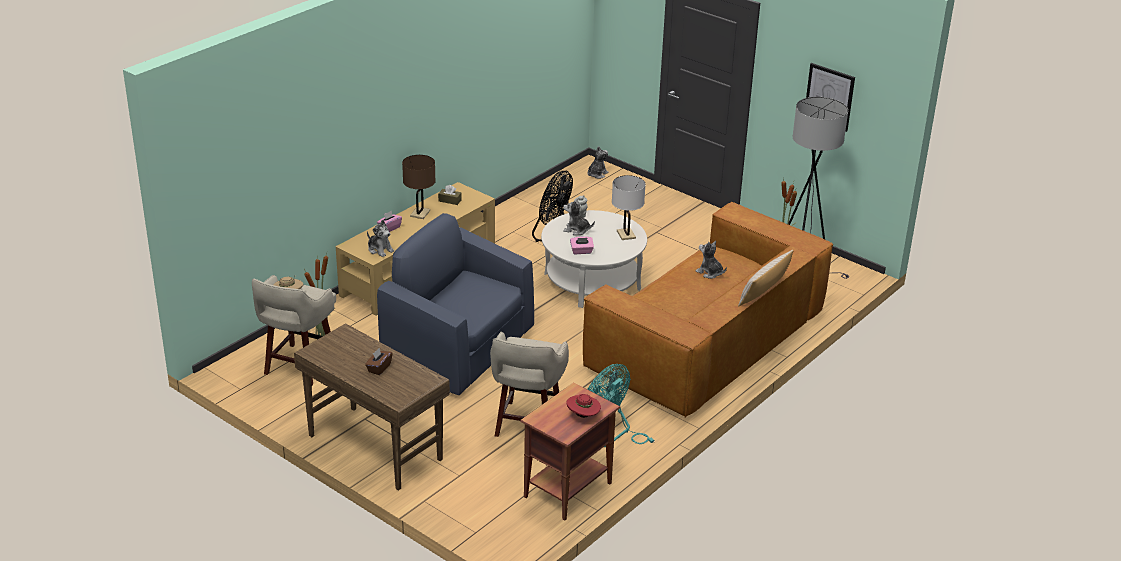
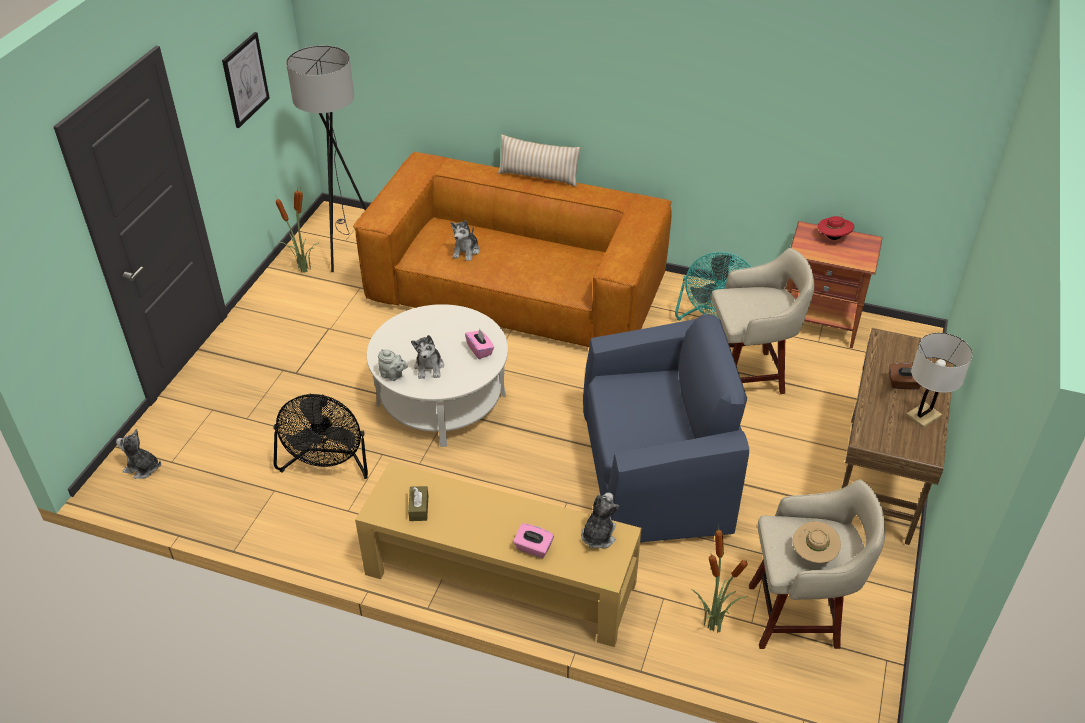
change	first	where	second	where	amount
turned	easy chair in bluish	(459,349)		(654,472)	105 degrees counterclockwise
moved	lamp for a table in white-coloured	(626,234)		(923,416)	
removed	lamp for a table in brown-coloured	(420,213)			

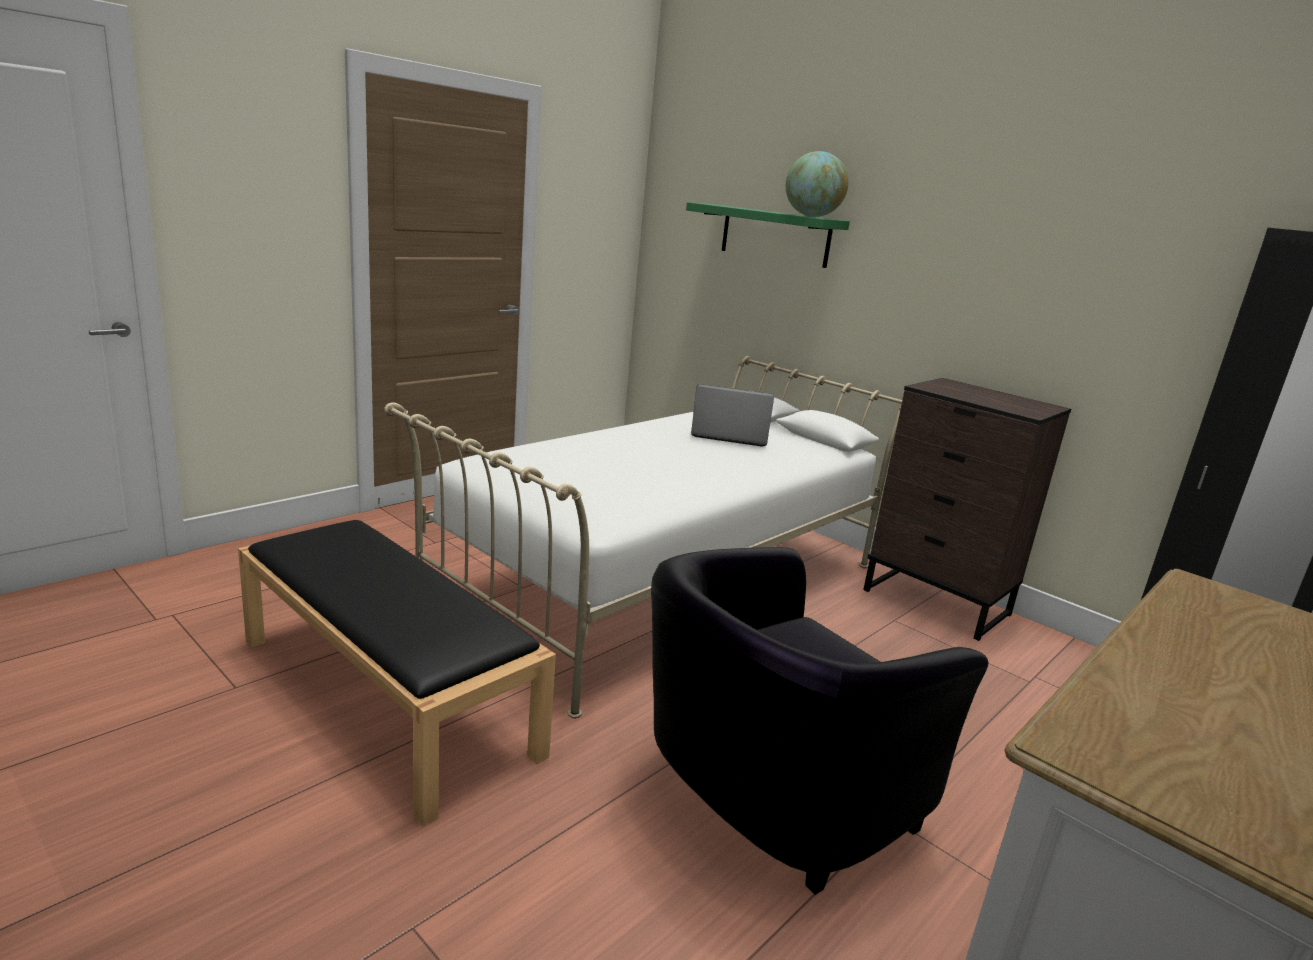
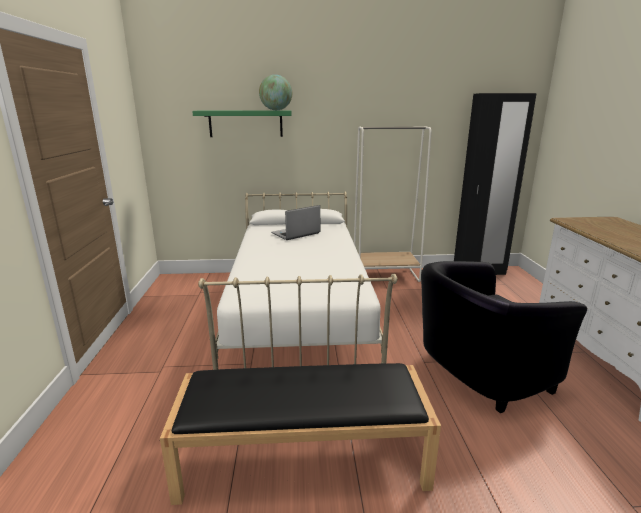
change	first	where	second	where	amount
replaced	chest of drawers in brown-coloured	(937,602)	garment rack	(385,276)	
turned	easy chair in black-coloured	(767,800)		(477,376)	60 degrees clockwise

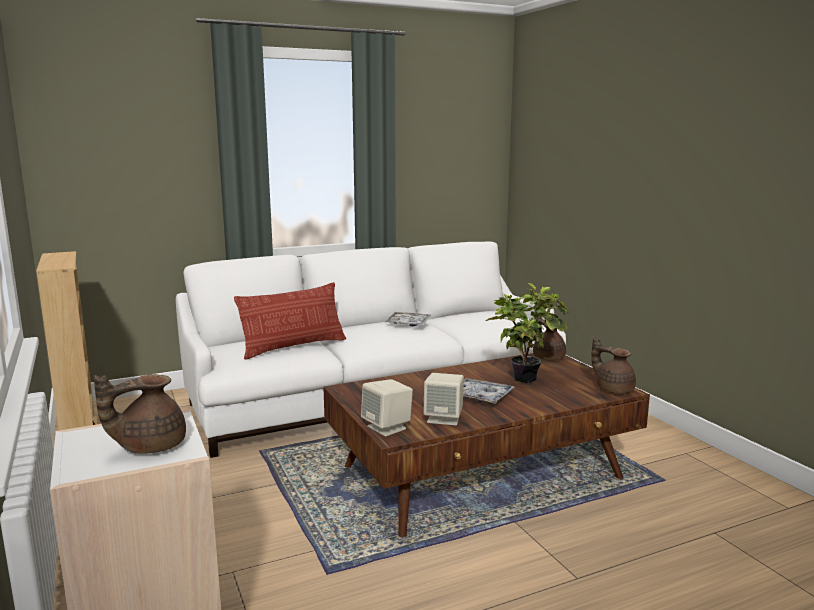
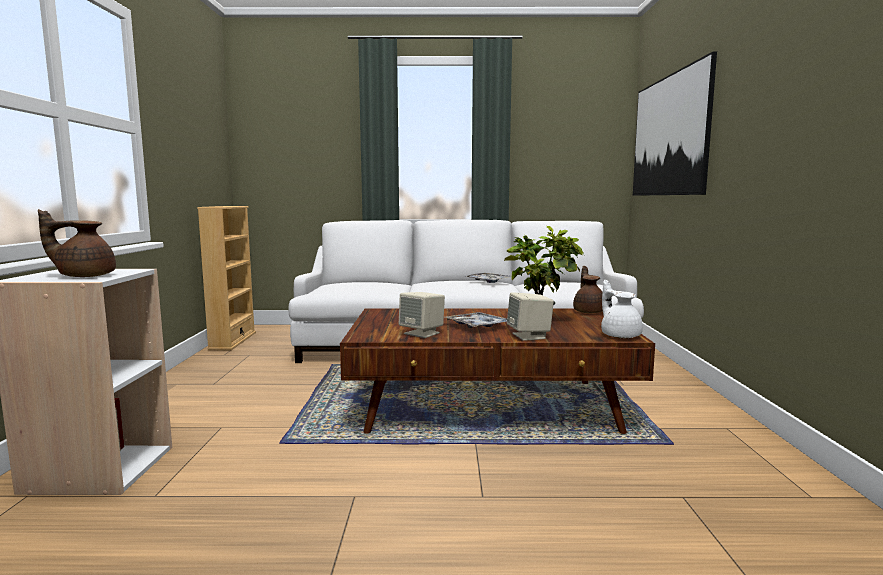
change	first	where	second	where	amount
moved	speaker in sand-coloured	(387,427)		(529,336)	
recoloured	tea pot in brown-coloured	(613,389)	tea pot in white-coloured	(619,335)	
added			wall picture	(669,136)	
removed	cushion	(293,347)			

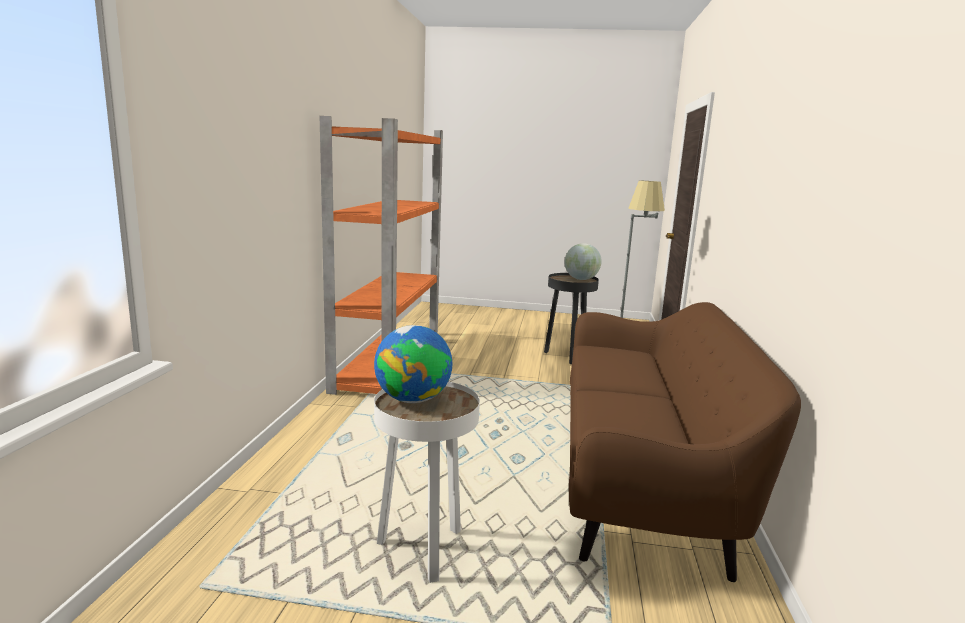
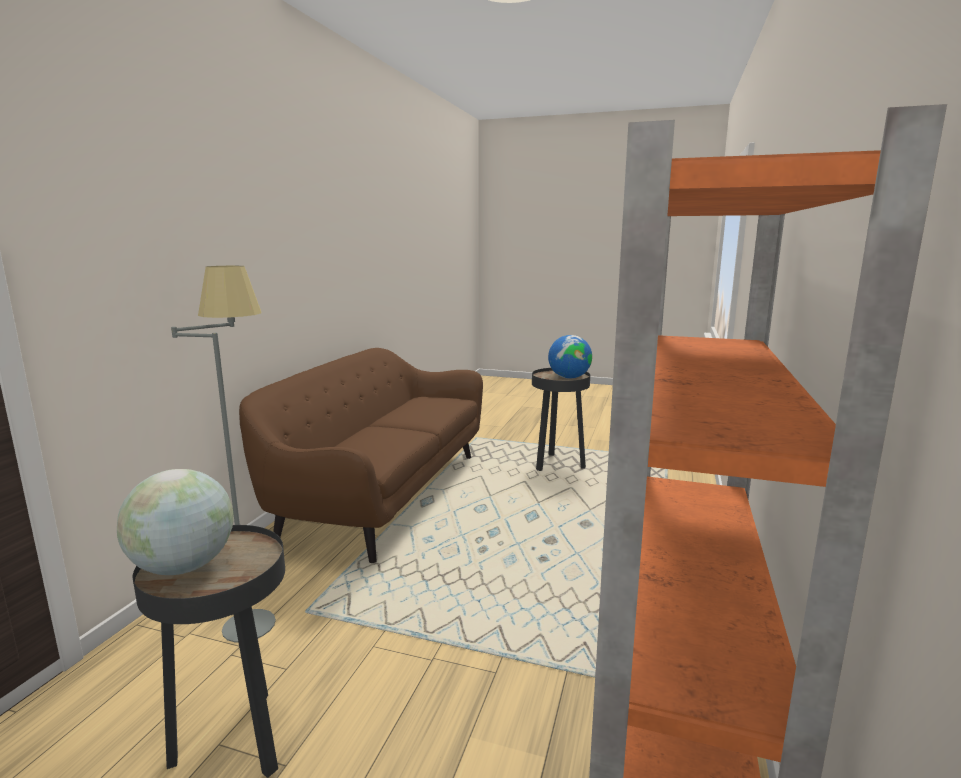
change	first	where	second	where	amount
recoloured	end table in white-coloured	(424,551)	end table in black-coloured	(557,464)	

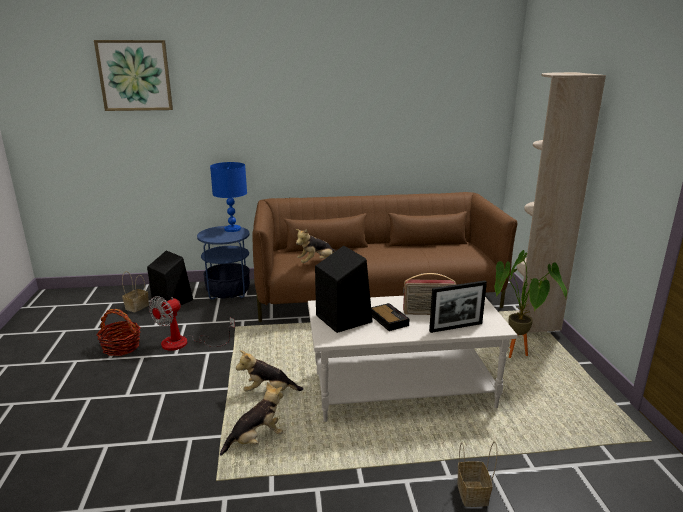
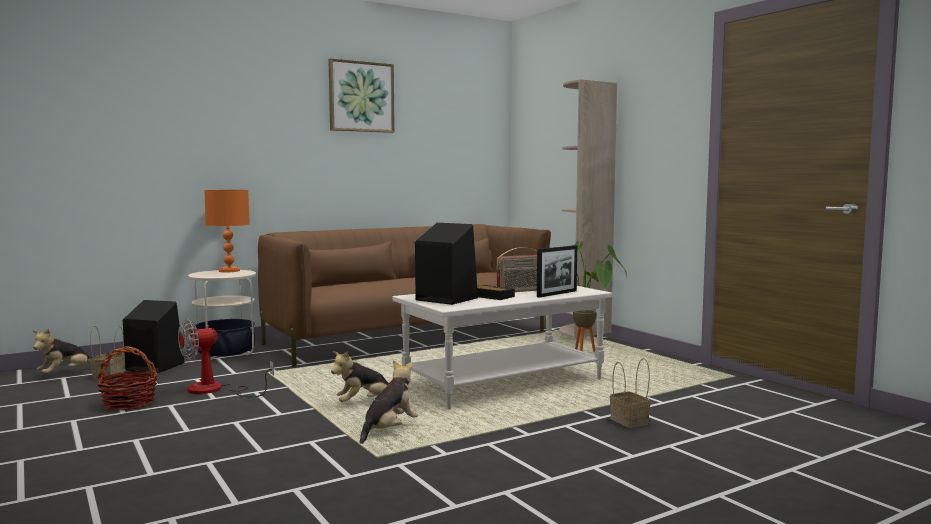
change	first	where	second	where	amount
moved	soft toy	(316,262)		(65,374)	
turned	electric fan	(184,343)		(215,390)	45 degrees clockwise
recoloured	end table in bluish	(228,292)	end table in sand-coloured	(225,353)	
recoloured	lamp for a table in bluish	(233,229)	lamp for a table in orange-coloured	(230,271)	
moved	wall picture	(135,75)		(361,97)	

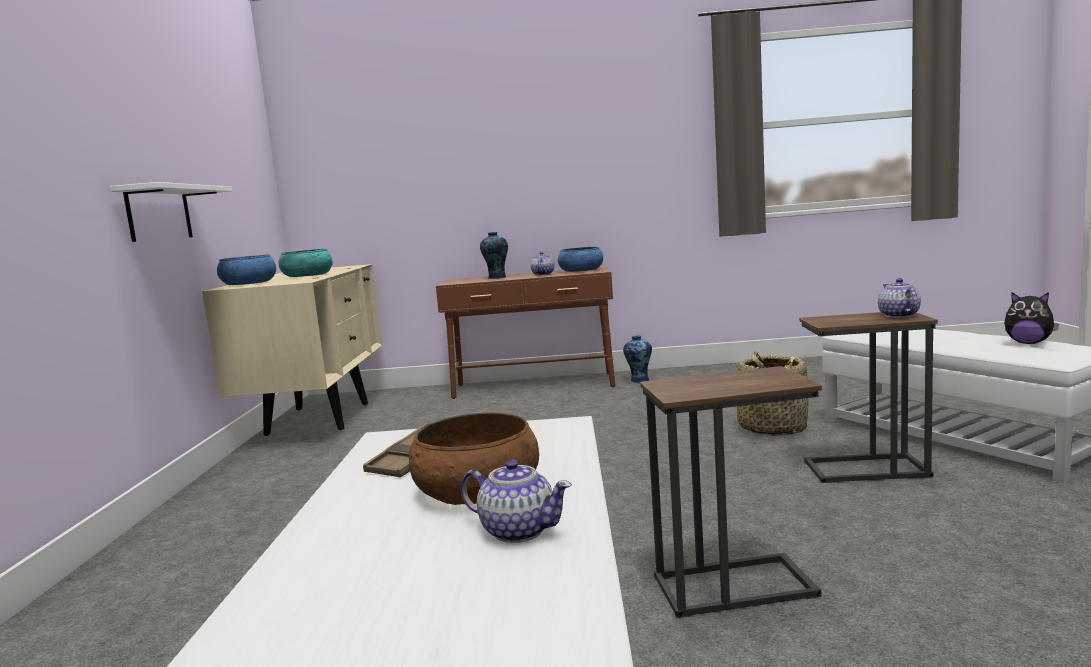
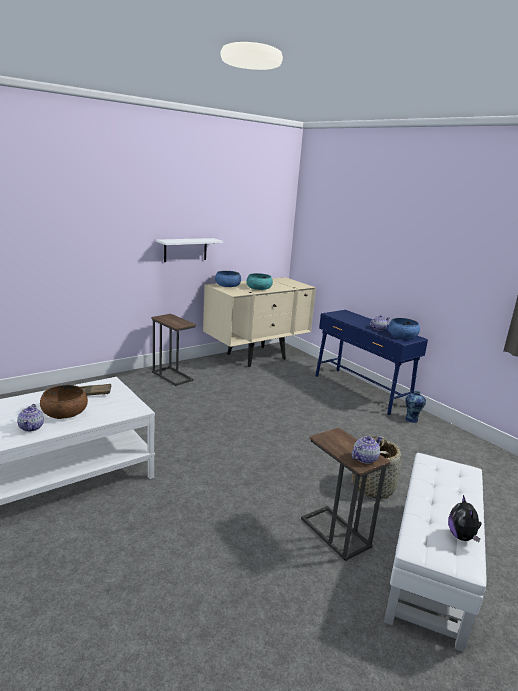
change	first	where	second	where	amount
moved	end table in brown-coloured	(733,587)		(172,376)	
recoloured	console table in brown-coloured	(534,386)	console table in bluish	(360,391)	
removed	decorative vase	(496,277)			

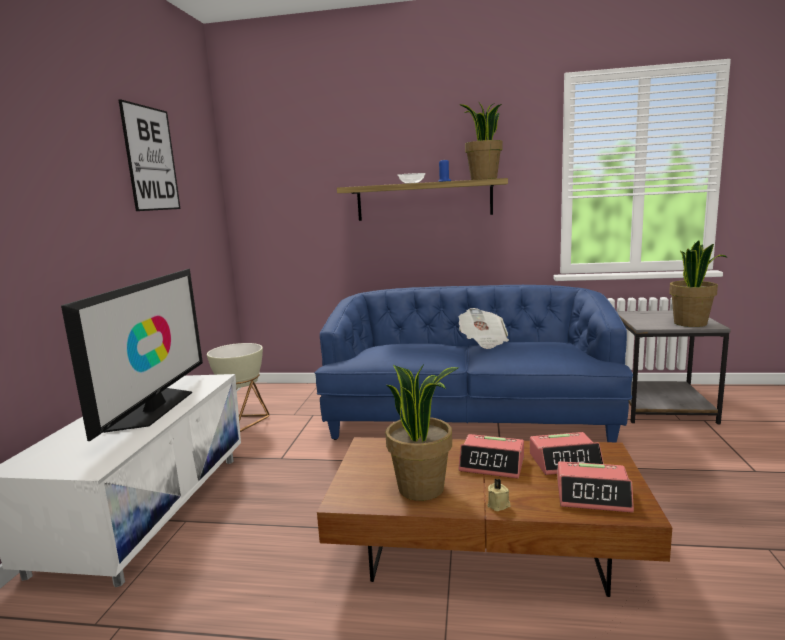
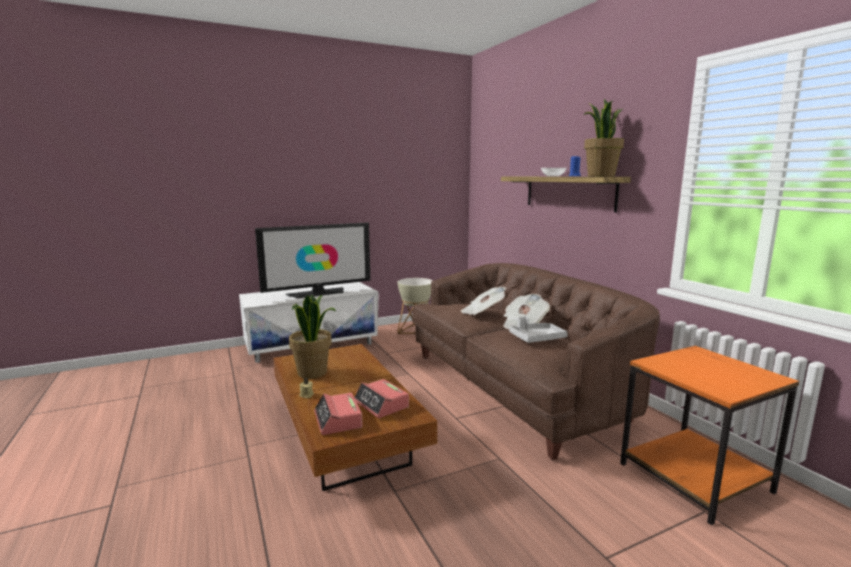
change	first	where	second	where	amount
recoloured	couch in bluish	(468,418)	couch in brown-coloured	(515,388)	
added			newspaper	(482,312)	
added			serving tray in gray	(537,339)	
recoloured	end table in gray	(662,407)	end table in orange-coloured	(696,477)	
removed	wall picture	(151,159)			
removed	table clock	(492,464)			
removed	houseplant	(691,323)			

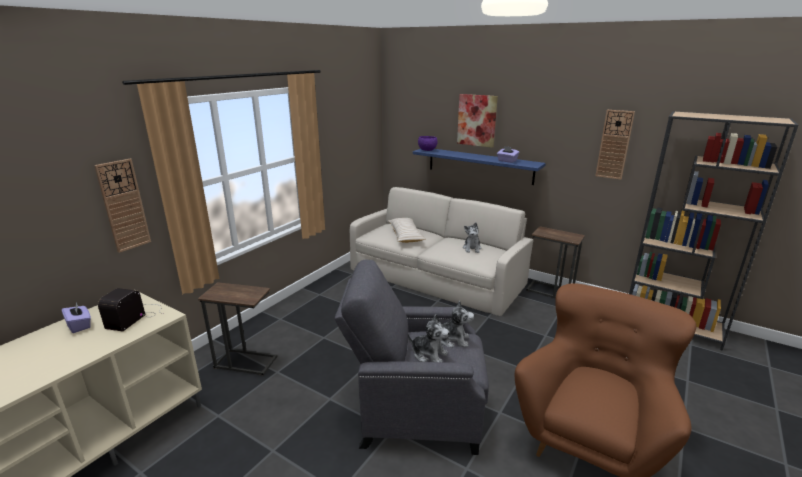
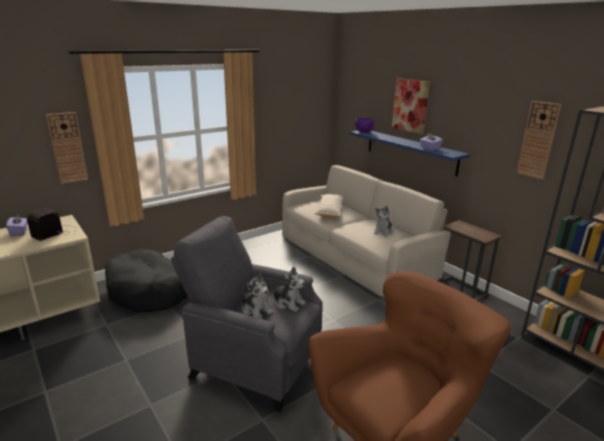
change	first	where	second	where	amount
replaced	end table in brown-coloured	(245,362)	dog cushion in black-coloured	(150,291)	

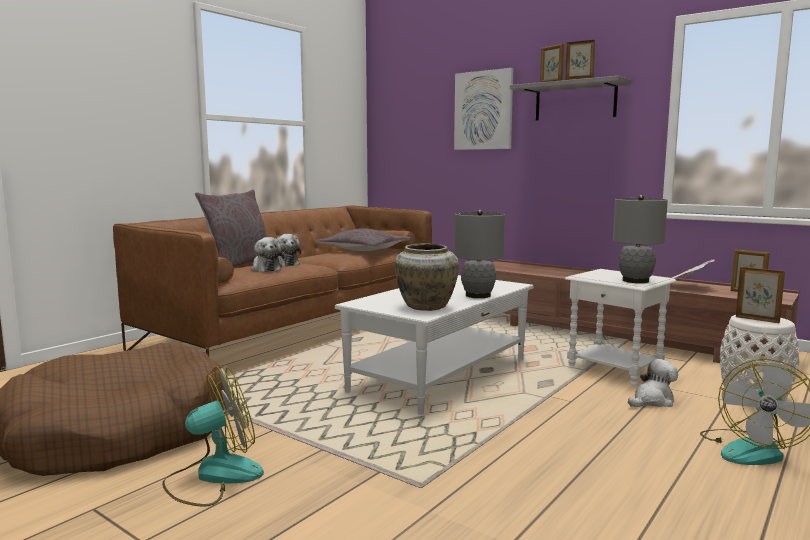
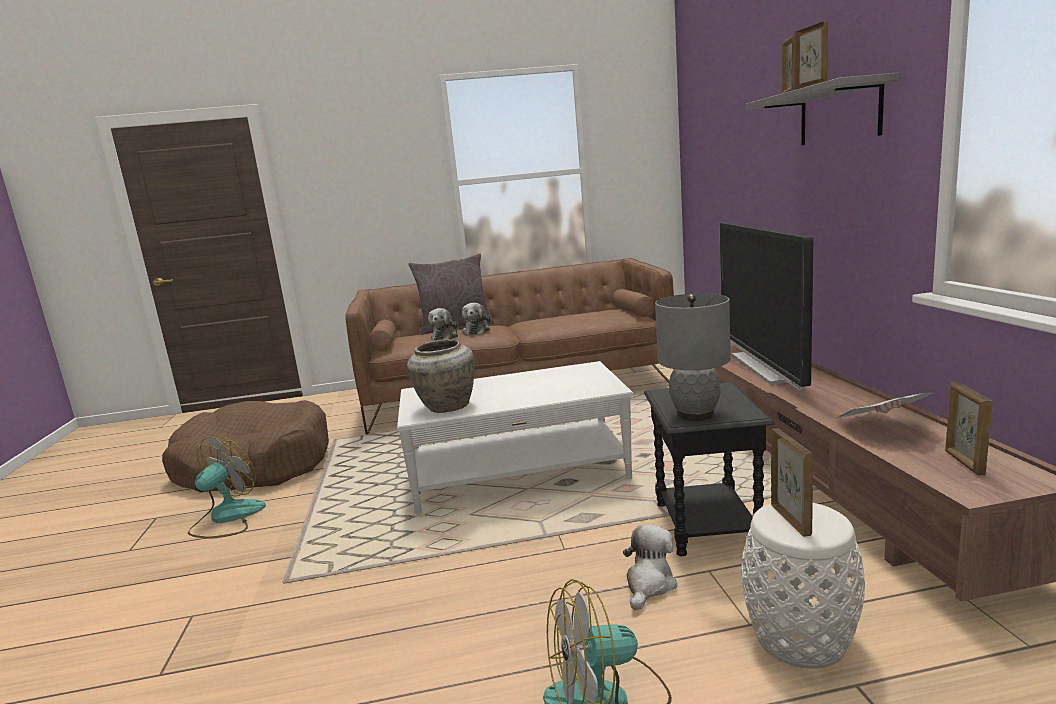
change	first	where	second	where	amount
turned	electric fan	(213,476)		(227,518)	75 degrees counterclockwise
turned	soft toy	(652,401)		(649,584)	75 degrees counterclockwise
recoloured	end table in white-coloured	(615,369)	end table in black-coloured	(708,524)	
added			TV set	(765,367)	
removed	cushion in gray	(363,250)			
removed	wall picture	(483,110)			
removed	lamp for a table in gray	(478,295)			

